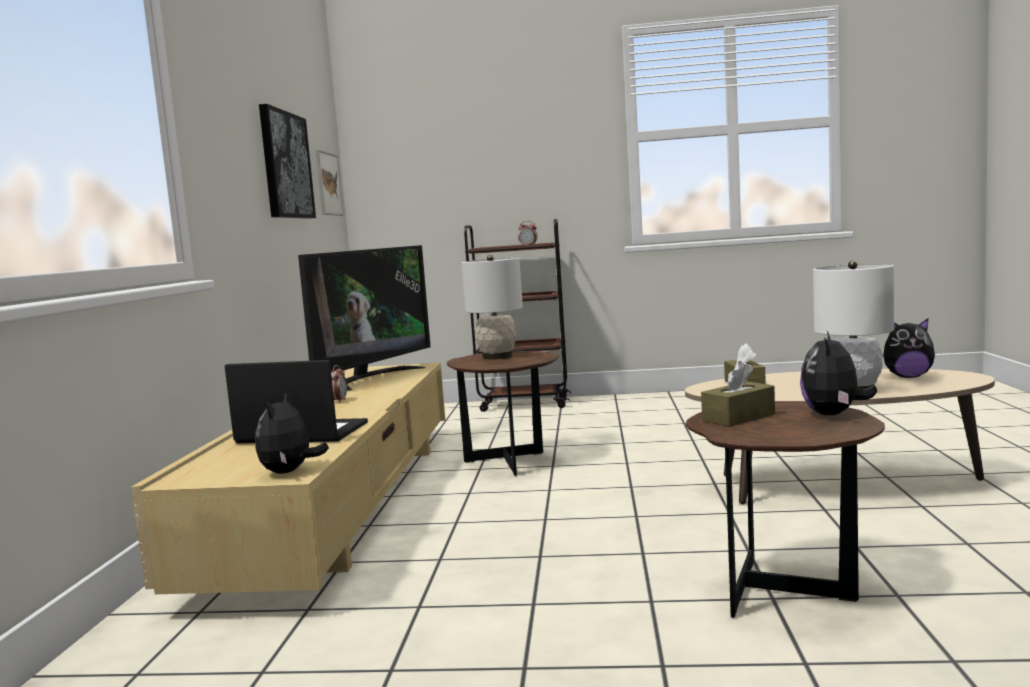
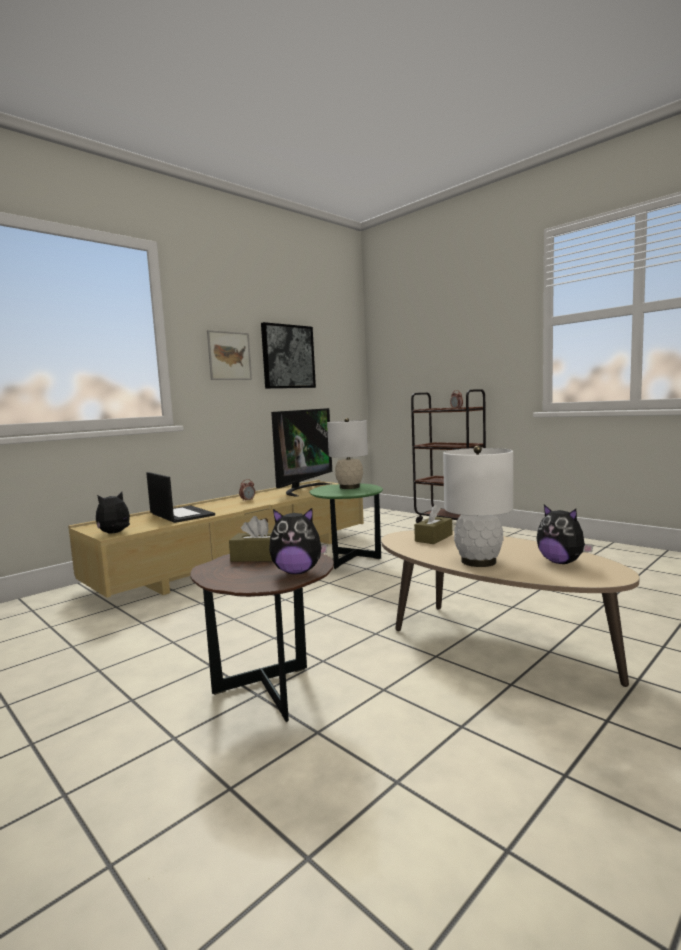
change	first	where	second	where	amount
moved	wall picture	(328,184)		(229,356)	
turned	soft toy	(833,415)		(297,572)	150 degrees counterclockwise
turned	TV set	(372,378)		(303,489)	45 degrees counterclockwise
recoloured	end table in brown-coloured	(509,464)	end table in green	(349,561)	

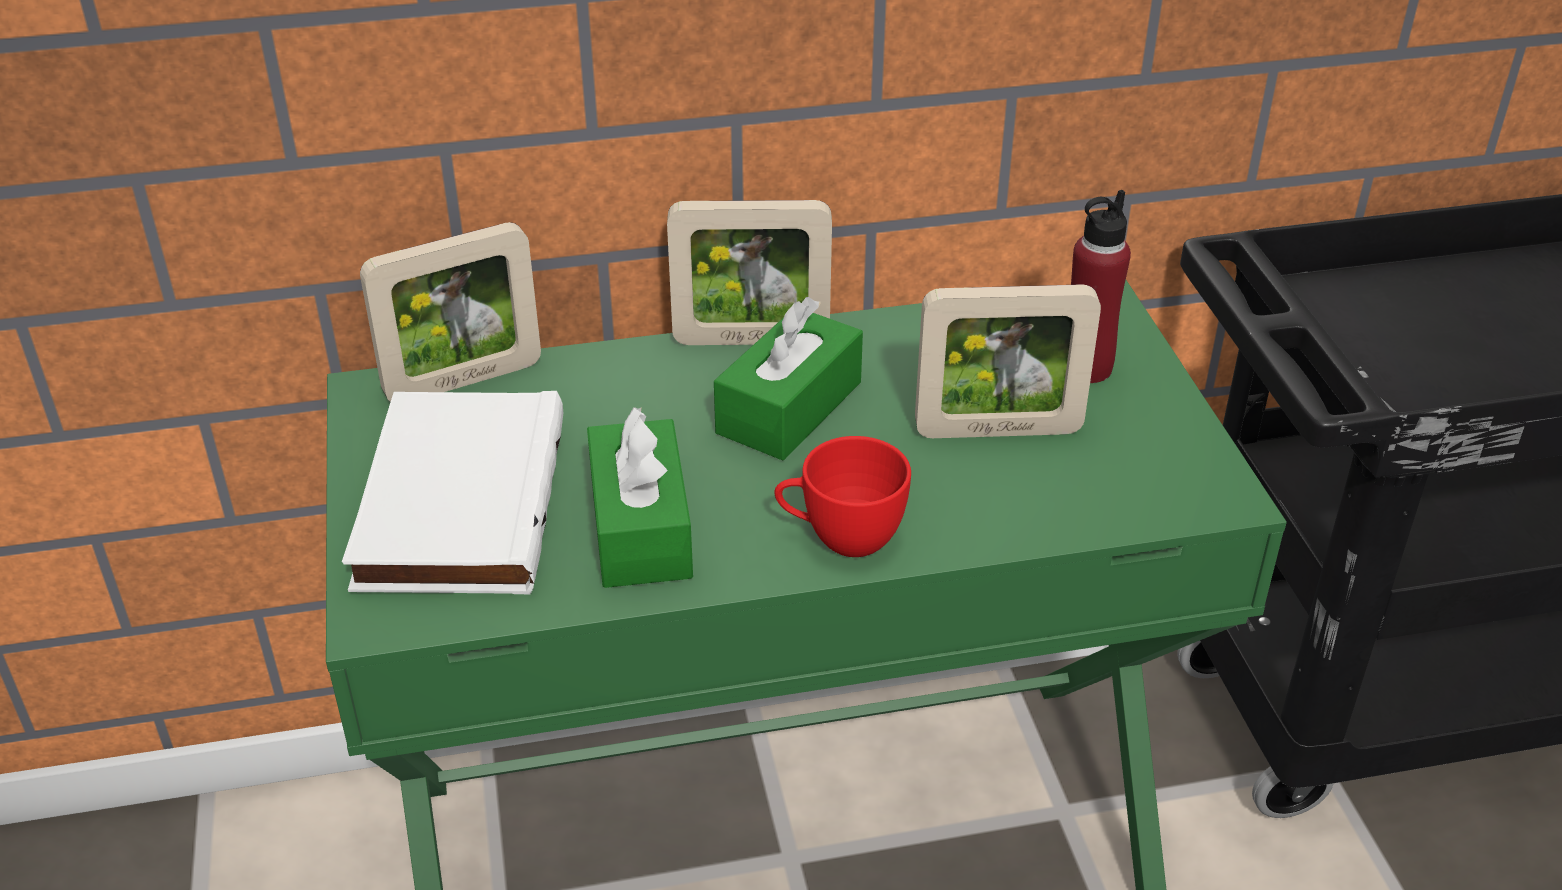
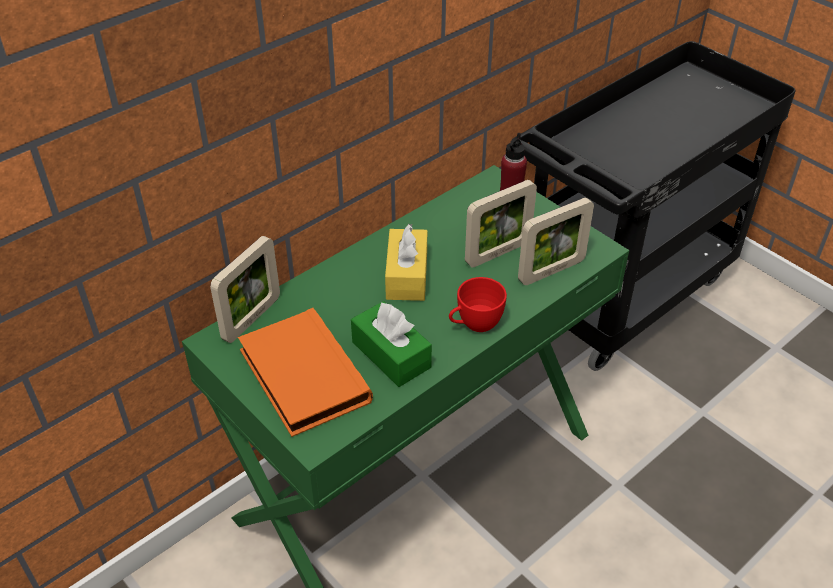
change	first	where	second	where	amount
recoloured	volume in white-coloured	(455,502)	volume in orange-coloured	(301,376)	
recoloured	tissue holder in green	(789,408)	tissue holder in yellow-coloured	(407,275)	
moved	photo frame	(751,339)		(551,271)	

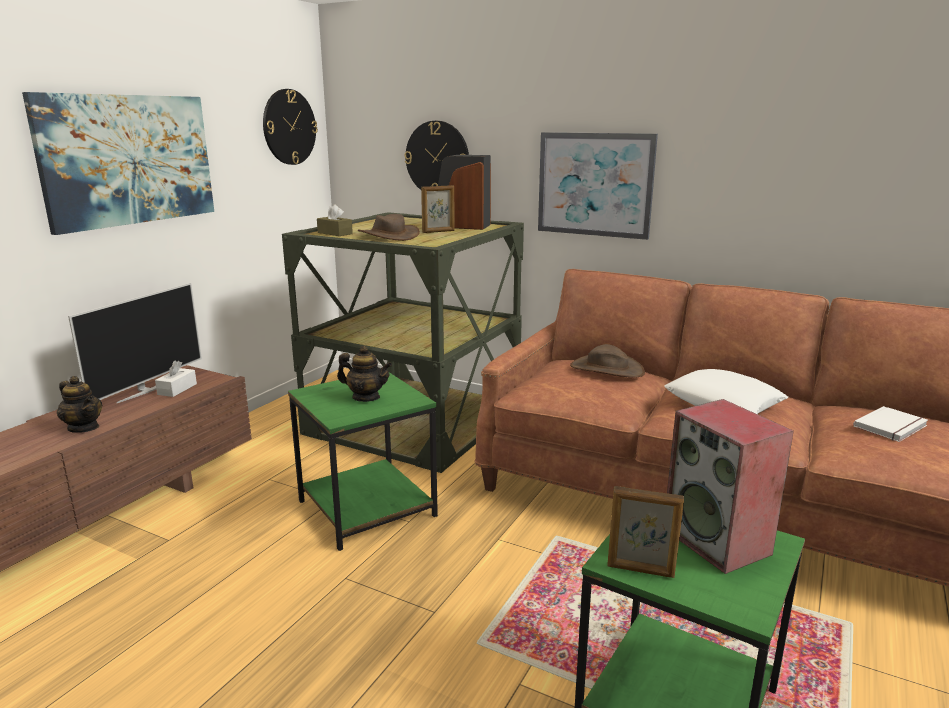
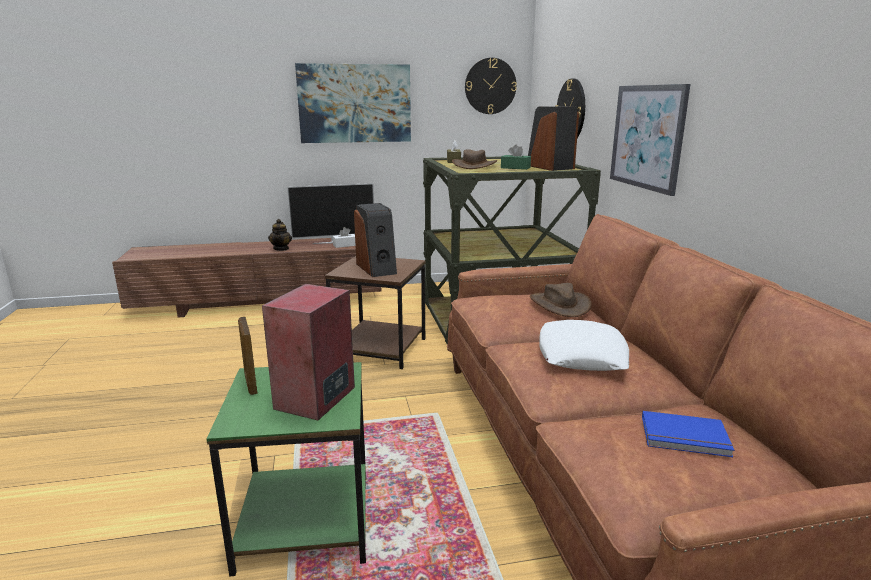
change	first	where	second	where	amount
recoloured	end table in green	(367,507)	end table in brown-coloured	(381,348)	
replaced	tea pot	(366,397)	speaker	(377,268)	
replaced	photo frame	(438,231)	tissue holder in green	(515,168)	
recoloured	volume in white-coloured	(892,427)	volume in bluish	(685,438)	

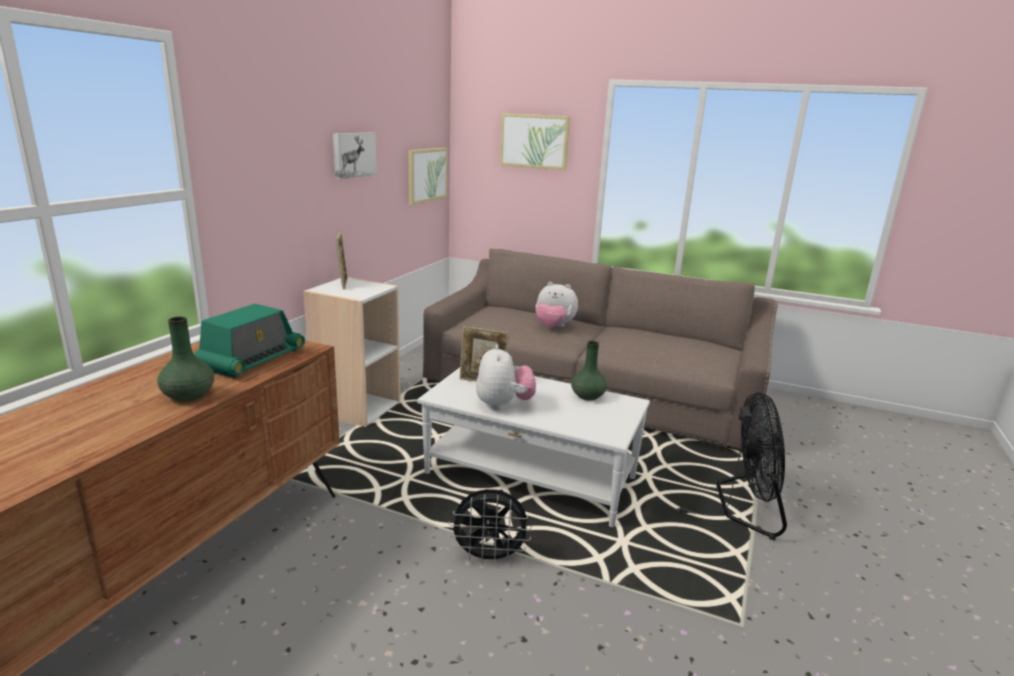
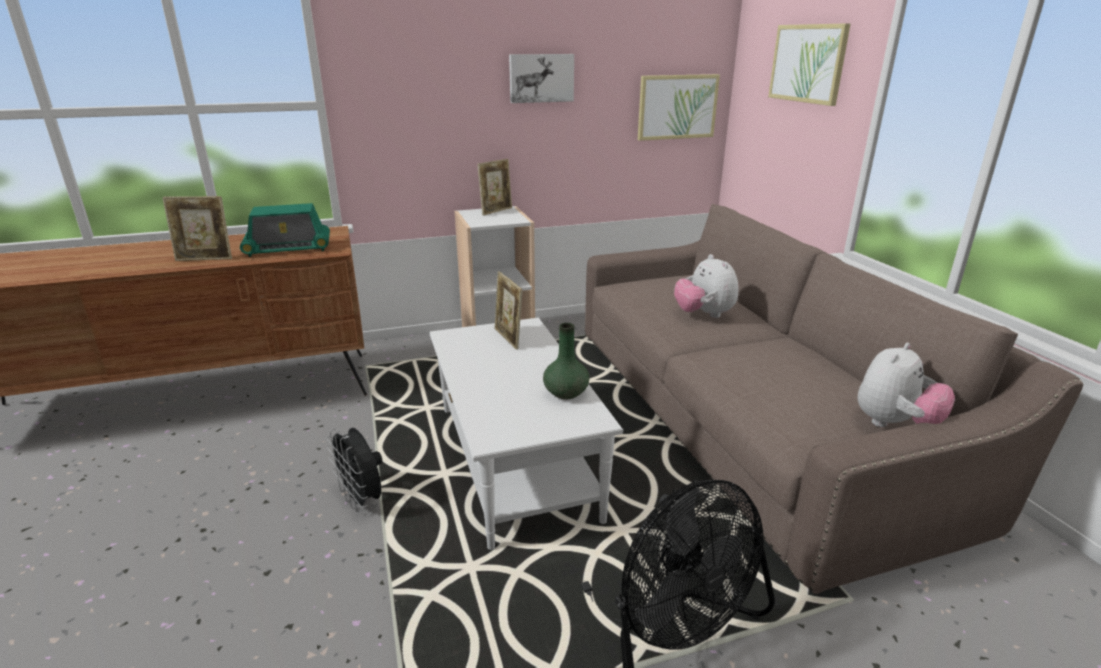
change	first	where	second	where	amount
replaced	decorative vase in green	(189,395)	photo frame	(205,259)	
moved	soft toy	(503,405)		(894,424)	

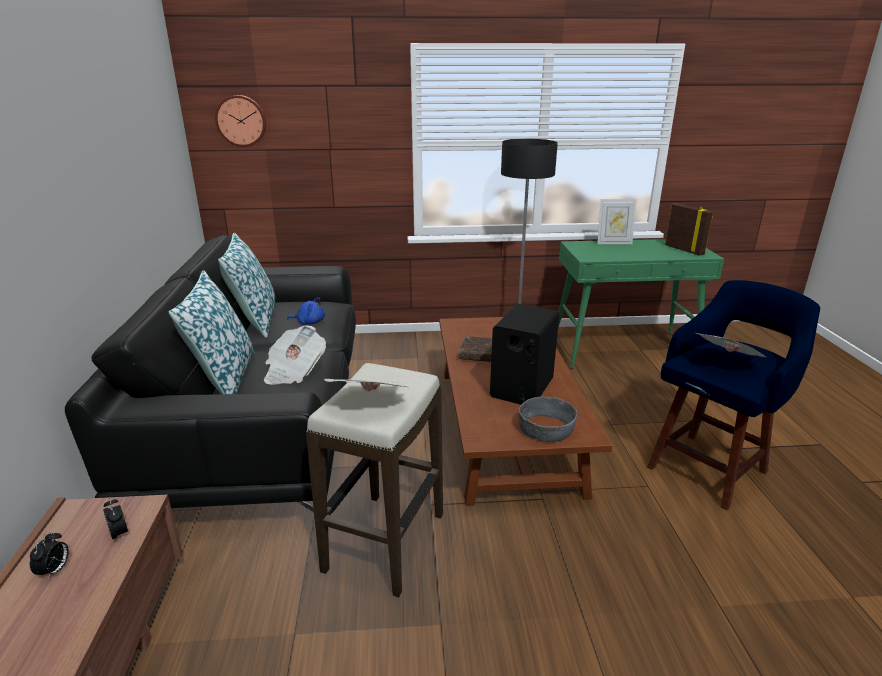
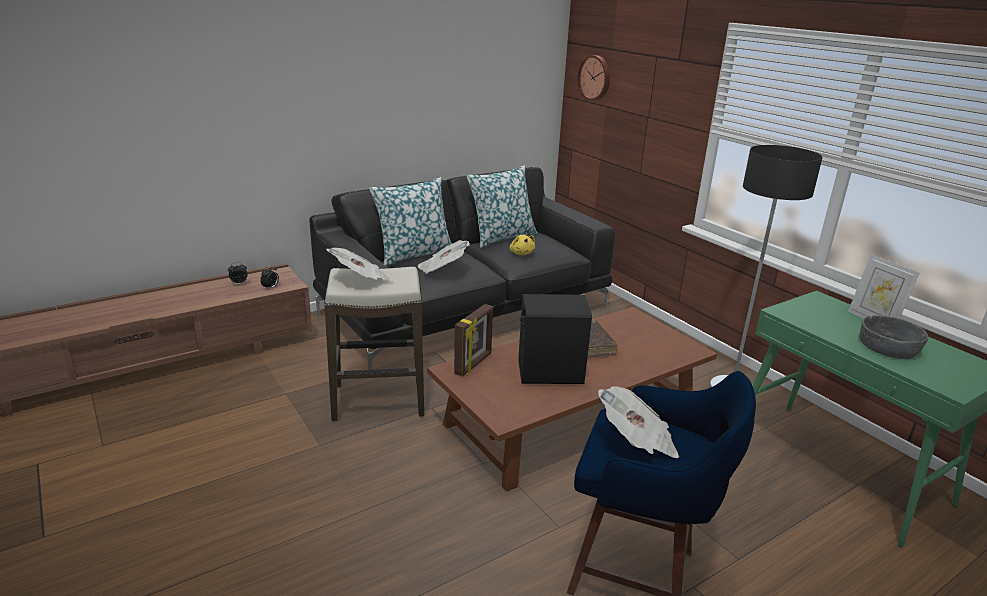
change	first	where	second	where	amount
moved	photo frame	(684,250)		(474,364)	
recoloured	soft toy in bluish	(309,322)	soft toy in yellow-coloured	(521,253)	
moved	bowl in gray	(546,428)		(889,347)	

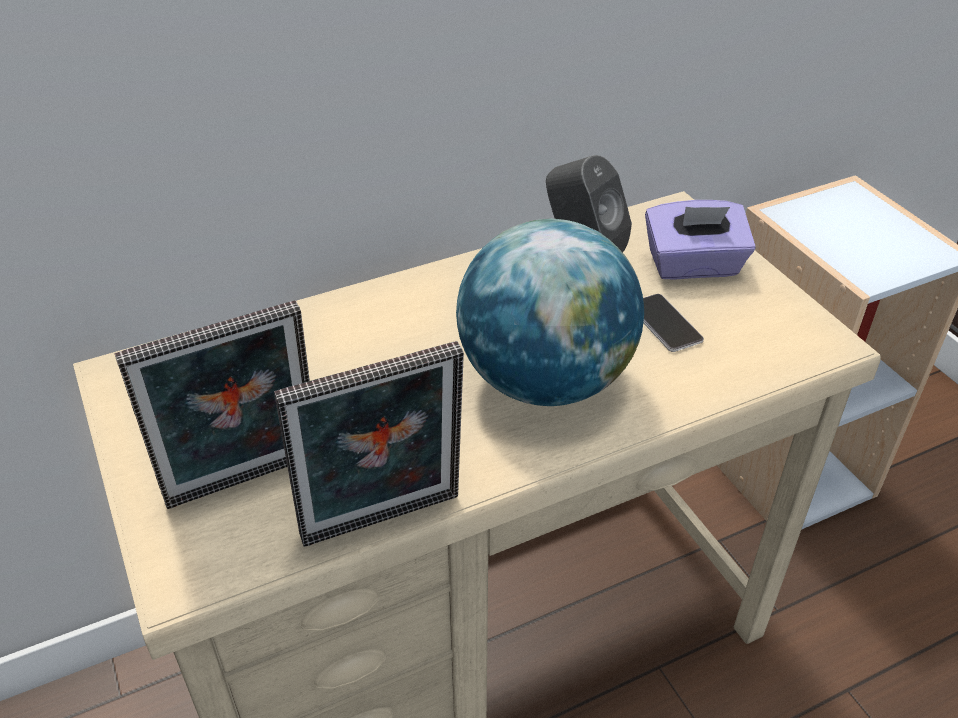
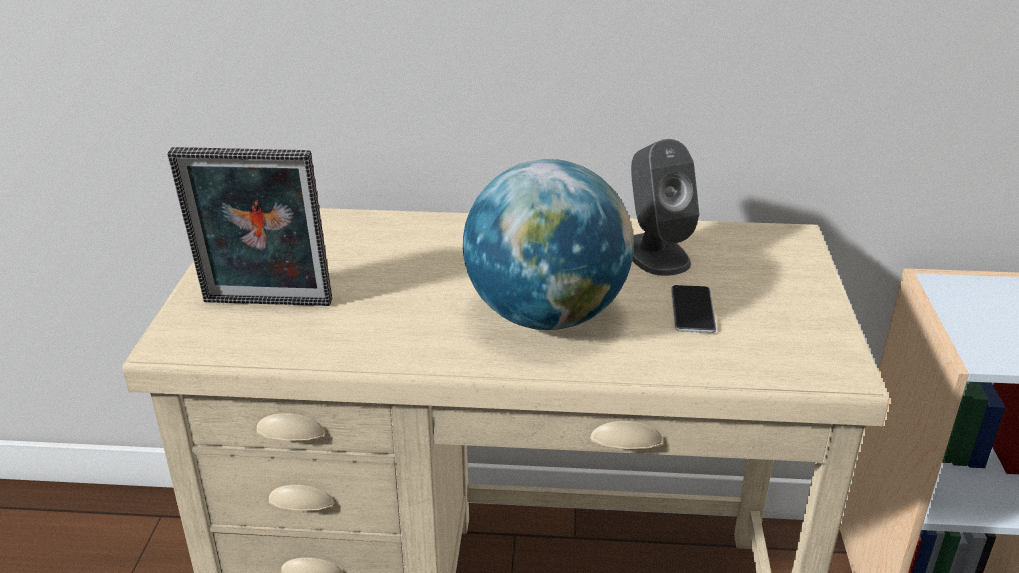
change	first	where	second	where	amount
removed	photo frame	(384,524)			
removed	tissue holder in purple	(693,266)			

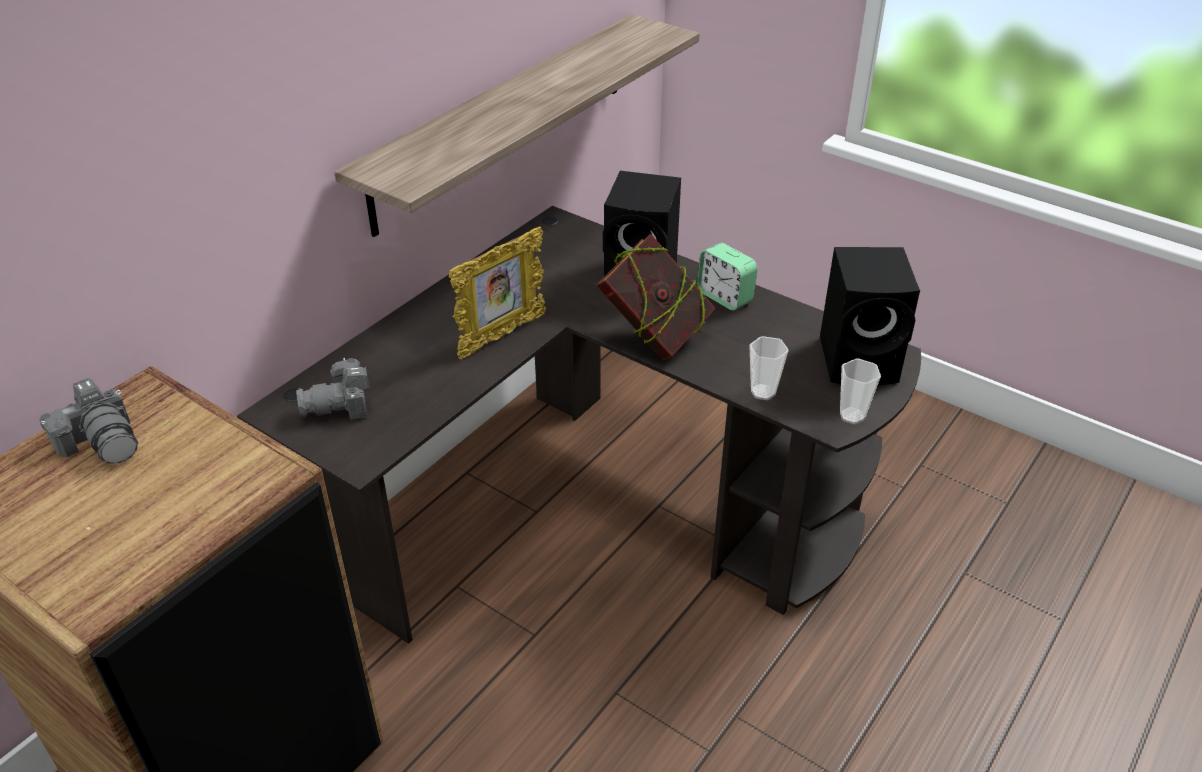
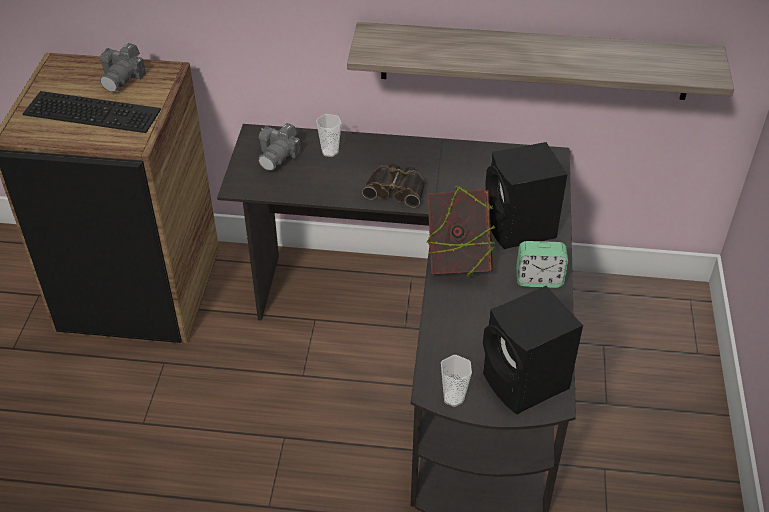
change	first	where	second	where	amount
added			computer keyboard	(94,111)	
turned	photo camera	(341,405)		(278,156)	105 degrees counterclockwise
moved	drinking cup	(763,392)		(330,152)	
replaced	photo frame	(501,336)	pair of binoculars	(396,189)	
turned	table clock	(725,297)		(539,279)	105 degrees counterclockwise

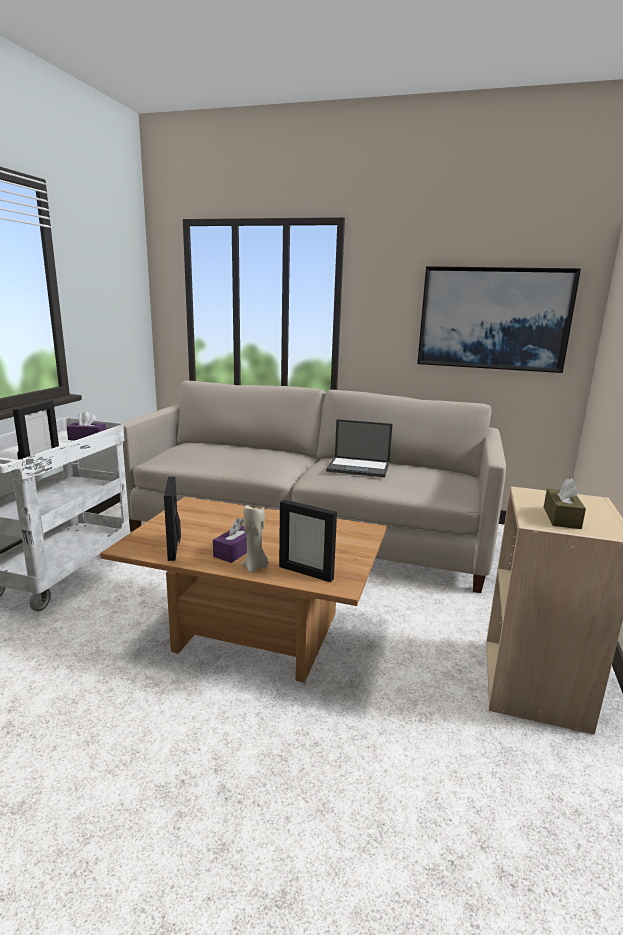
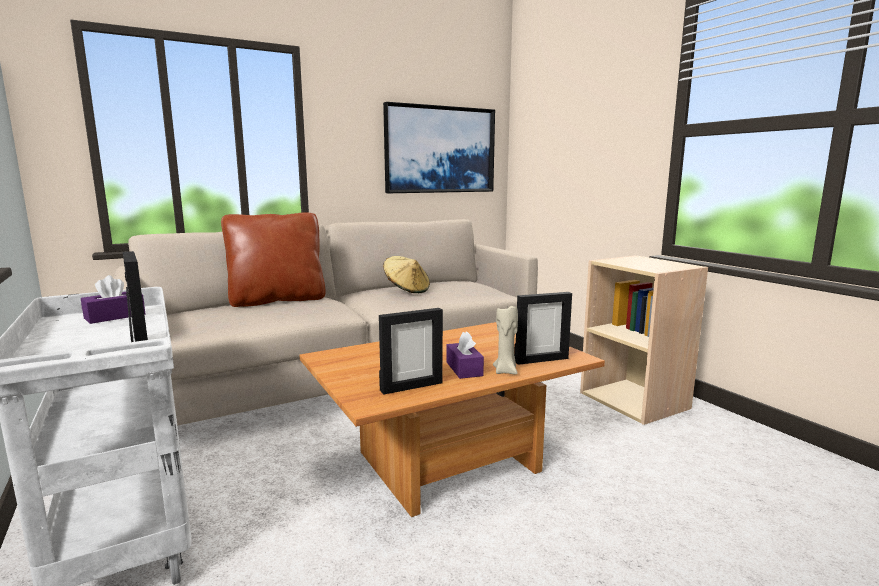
change	first	where	second	where	amount
added			cushion in brown-coloured	(277,300)	
turned	photo frame	(174,547)		(411,386)	60 degrees counterclockwise
replaced	laptop	(359,467)	wearable hat in sand-coloured	(407,290)	
removed	tissue holder in brown-coloured	(561,518)			

